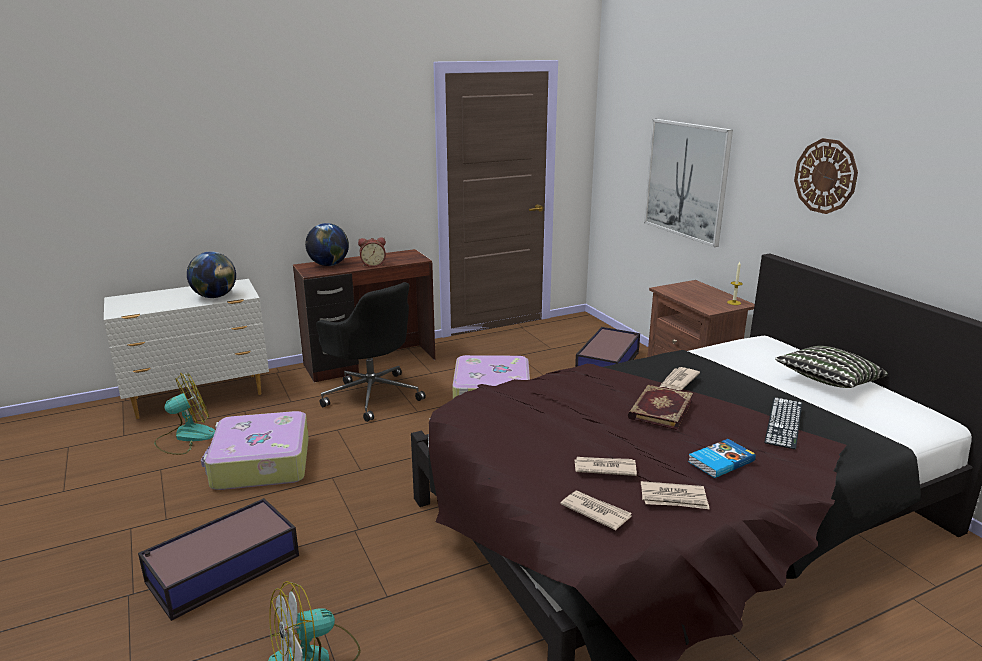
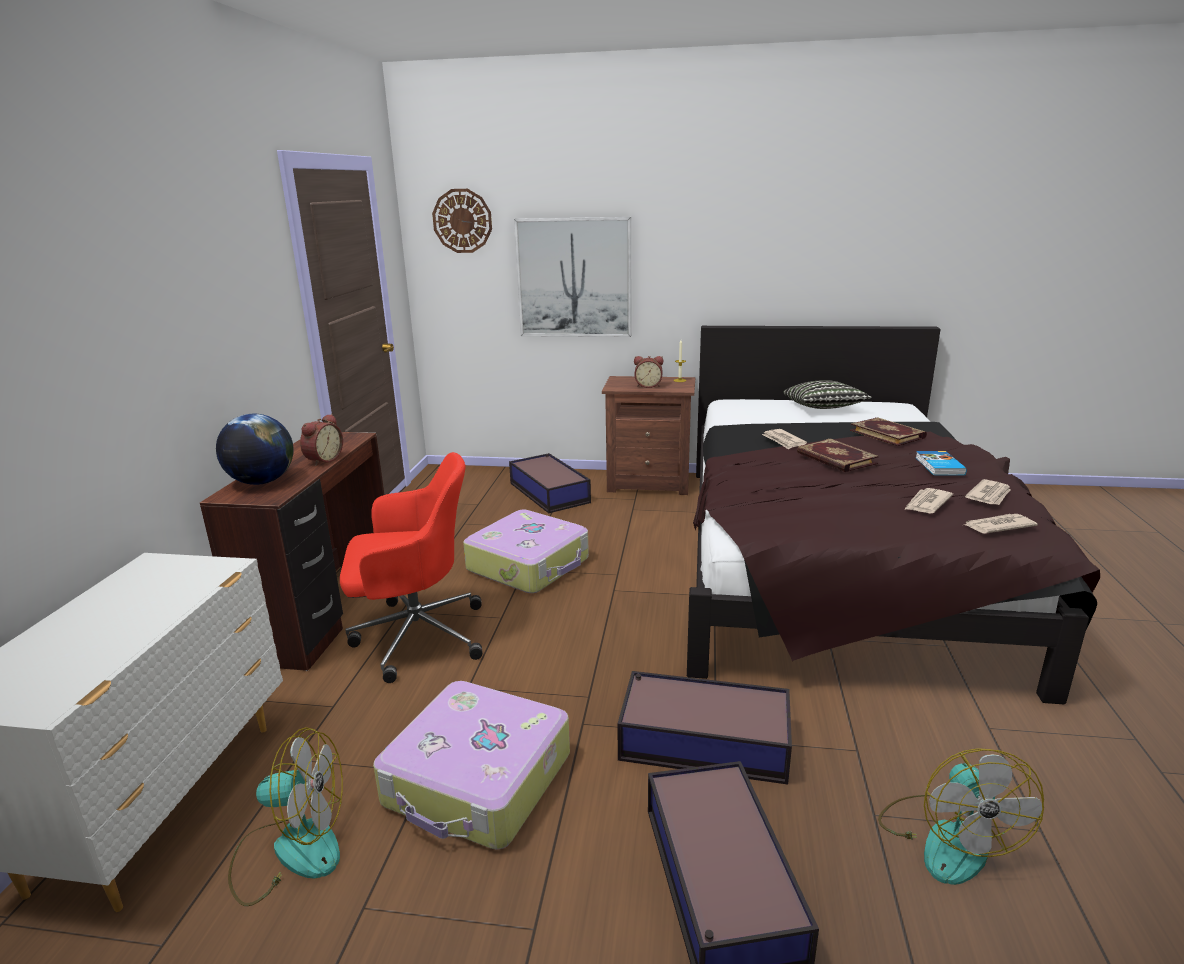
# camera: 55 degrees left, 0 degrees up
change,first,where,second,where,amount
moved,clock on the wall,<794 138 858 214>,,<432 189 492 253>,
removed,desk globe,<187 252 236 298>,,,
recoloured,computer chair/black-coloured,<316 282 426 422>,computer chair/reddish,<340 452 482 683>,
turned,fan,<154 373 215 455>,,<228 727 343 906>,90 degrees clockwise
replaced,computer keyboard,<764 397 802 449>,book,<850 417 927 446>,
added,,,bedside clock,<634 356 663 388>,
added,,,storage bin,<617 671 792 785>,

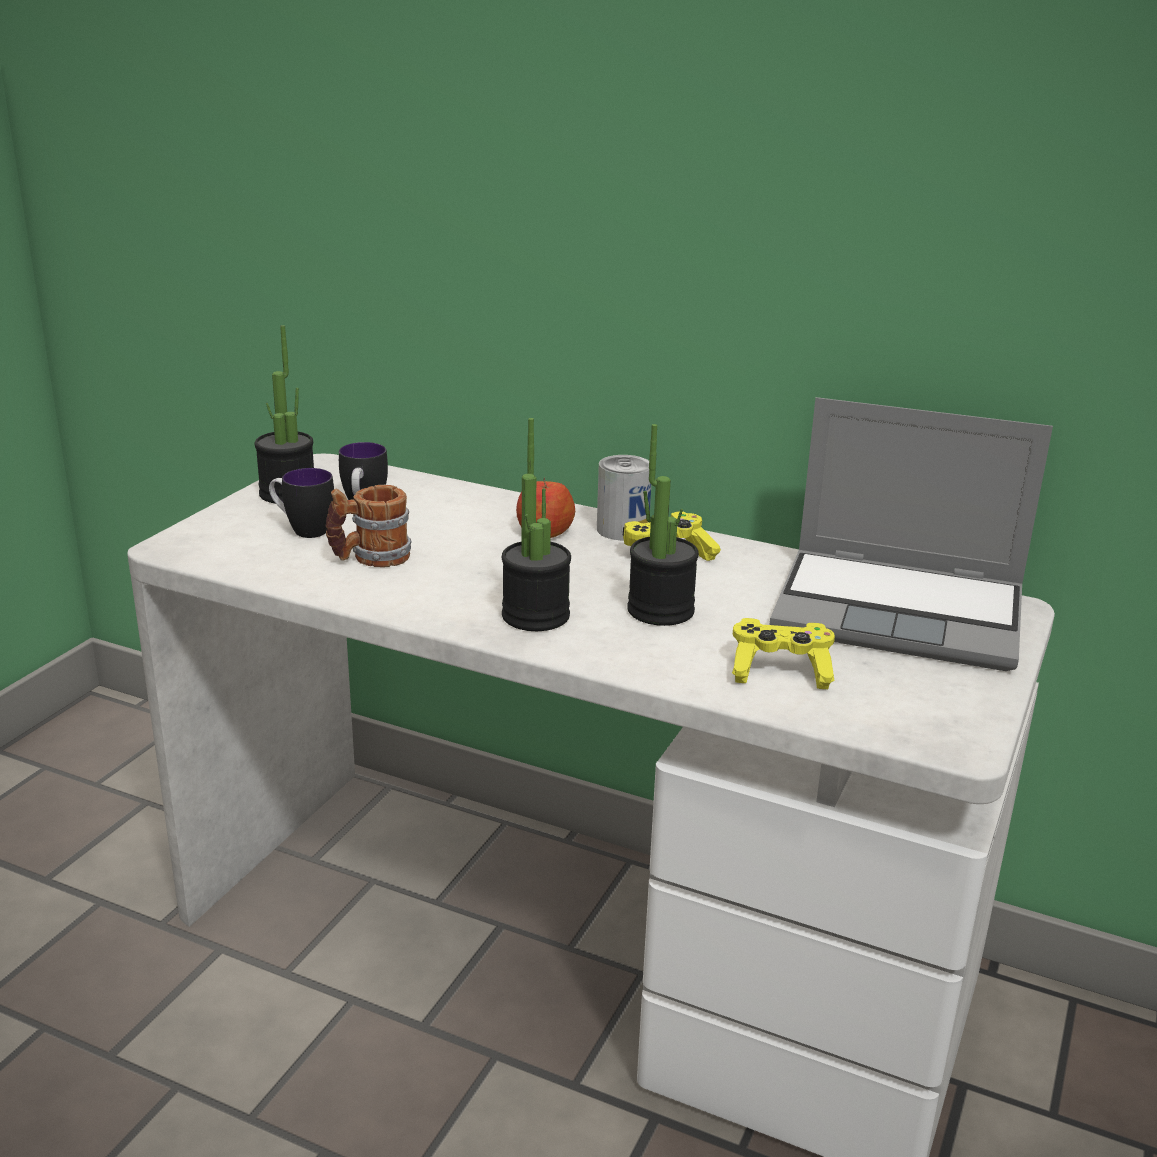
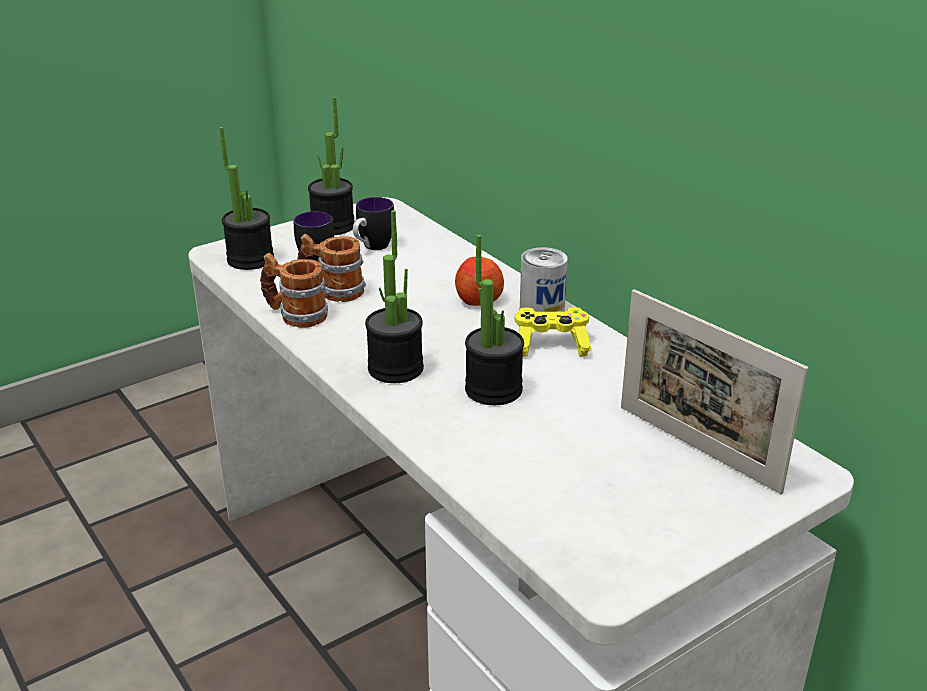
# camera: 30 degrees right, 5 degrees up
change,first,where,second,where,amount
replaced,portable computer,<770 397 1053 671>,photo frame,<621 289 808 494>,
removed,game controller/yellowish,<732 618 835 689>,,,
added,,,houseplant,<219 127 274 270>,
added,,,coffee mug,<260 253 328 328>,

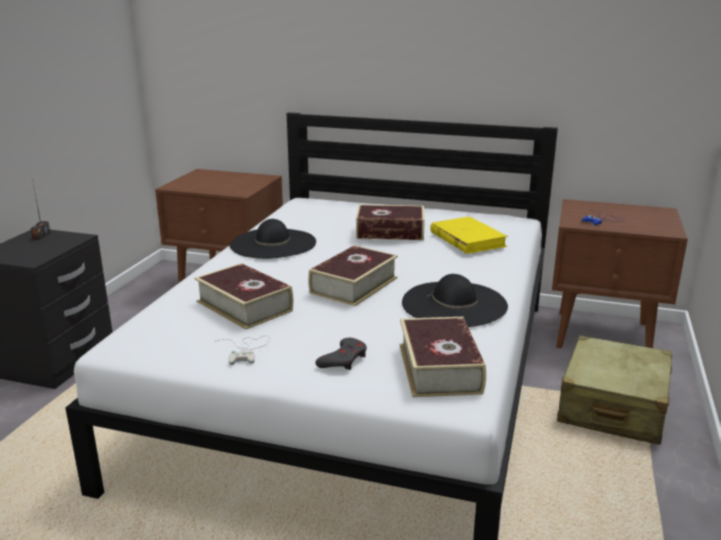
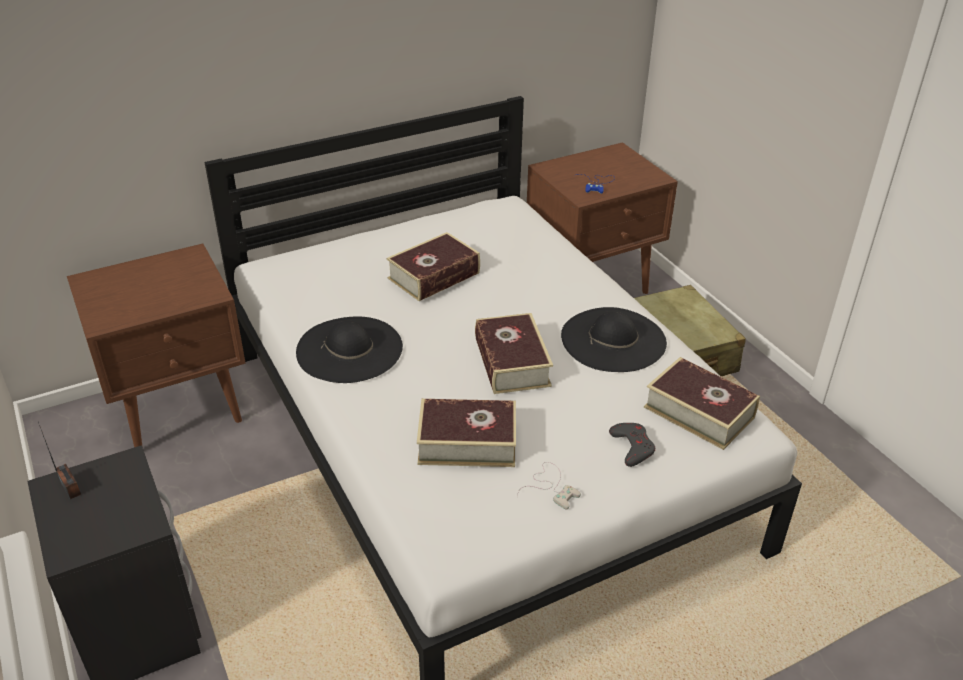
# camera: 45 degrees left, 15 degrees up
change,first,where,second,where,amount
removed,book/yellowish,<430 217 508 254>,,,

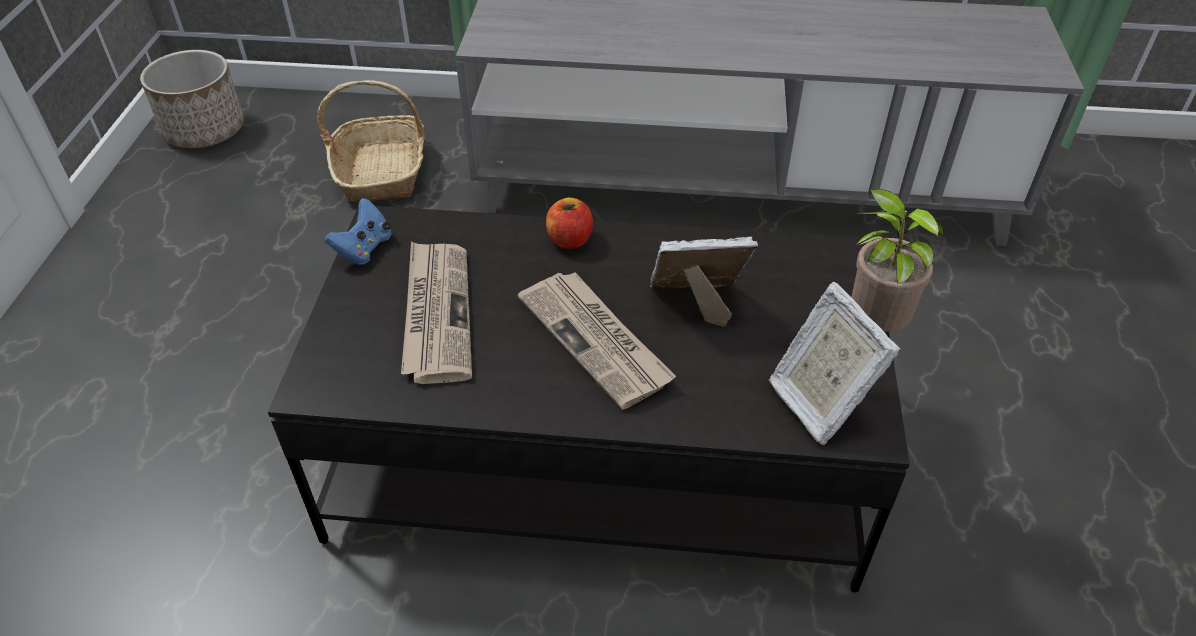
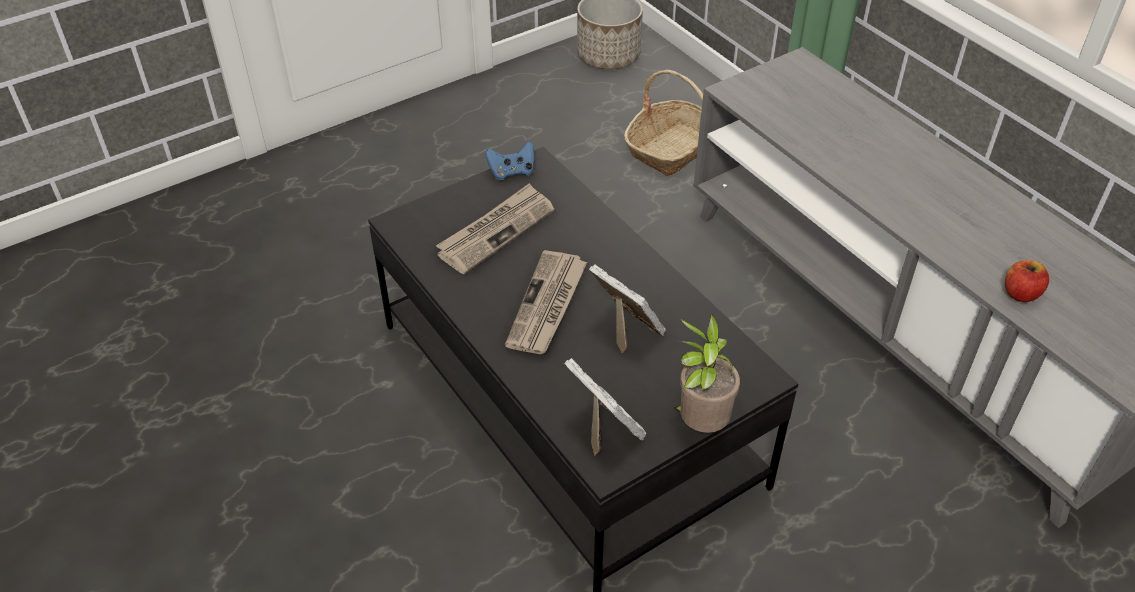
# camera: 50 degrees right, 0 degrees up
change,first,where,second,where,amount
moved,apple,<546 198 593 249>,,<1005 260 1049 302>,
turned,photo frame,<769 282 900 445>,,<564 358 646 456>,120 degrees clockwise

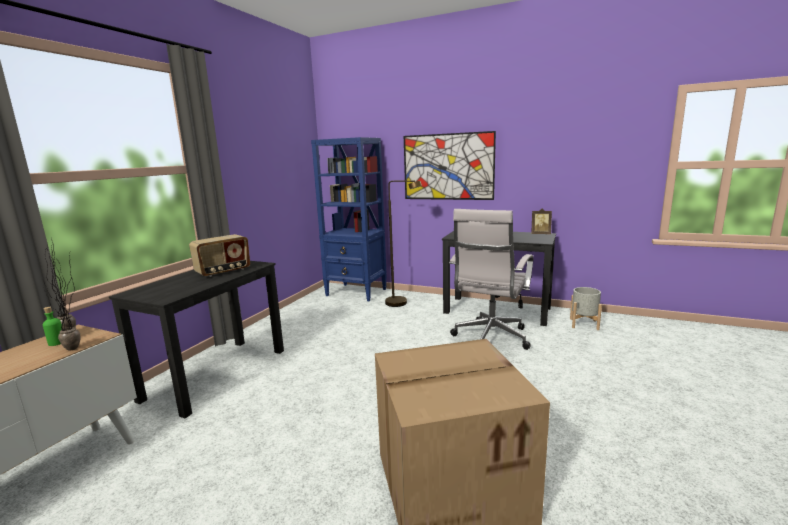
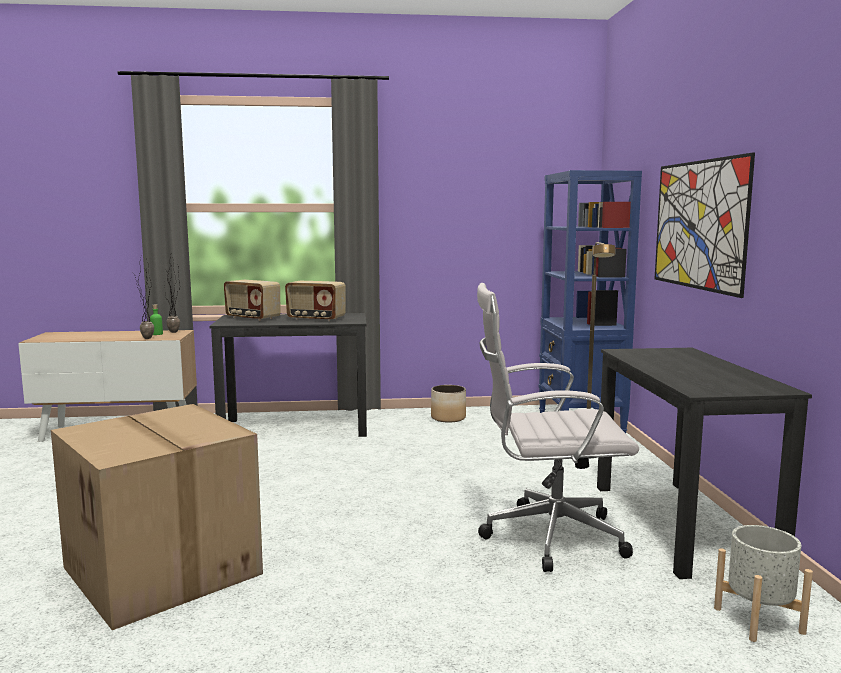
# camera: 60 degrees right, 5 degrees down
change,first,where,second,where,amount
removed,photo frame,<531 209 552 234>,,,
added,,,radio set,<224 280 281 321>,
added,,,plant pot,<431 385 466 422>,

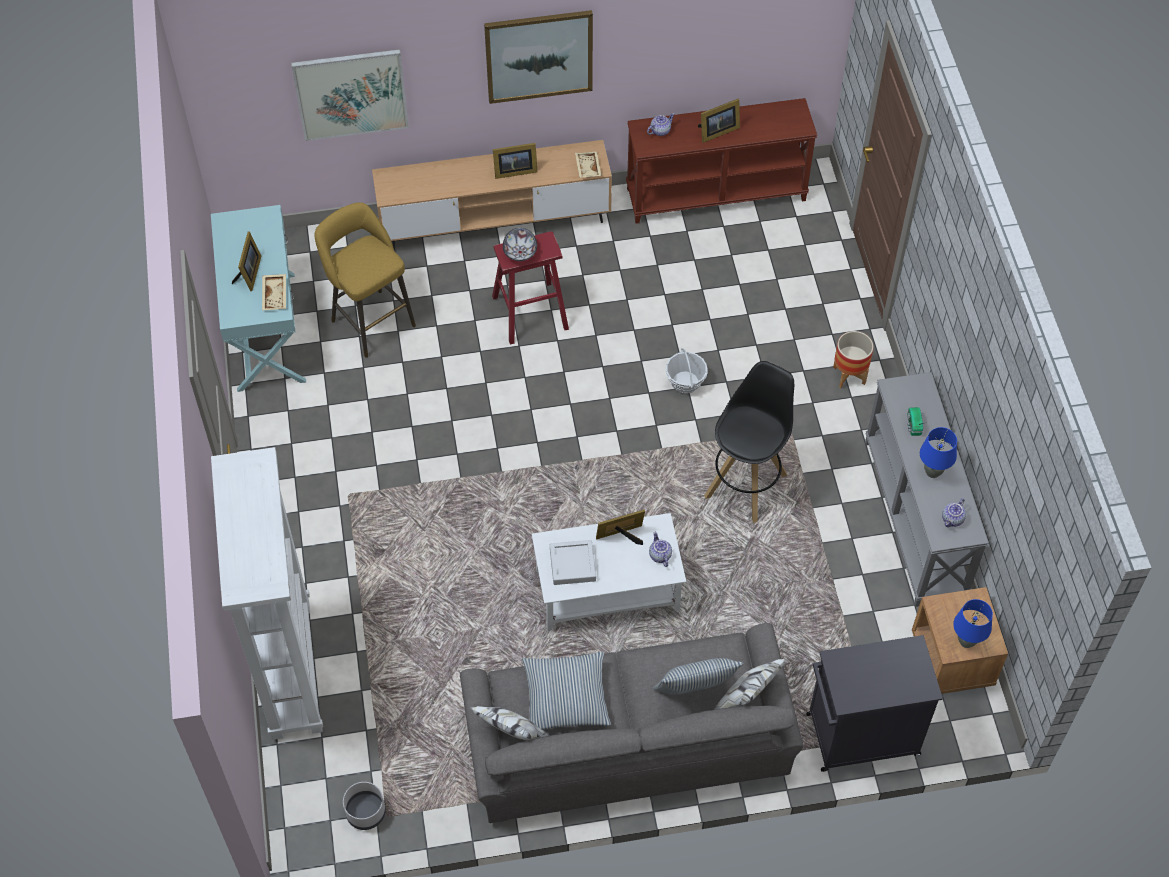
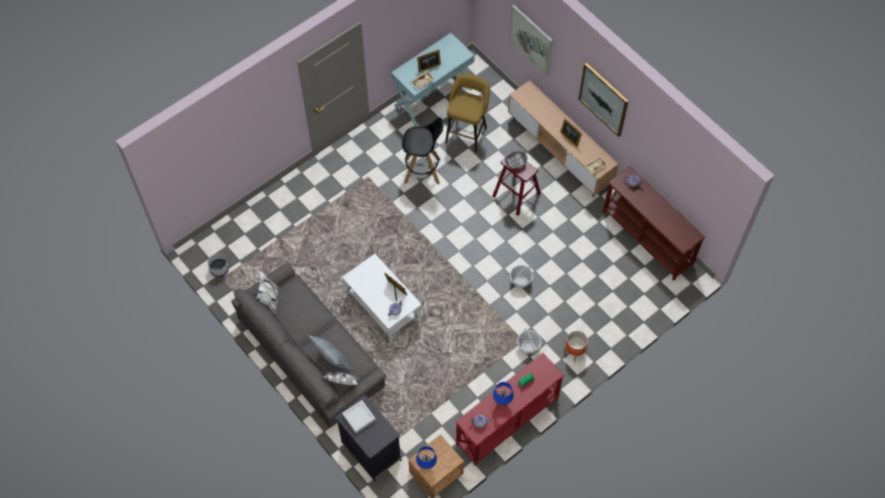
# camera: 60 degrees right, 5 degrees up
change,first,where,second,where,amount
removed,photo frame,<698 98 740 143>,,,
moved,sitting stool/black-coloured,<704 361 794 523>,,<402 117 443 184>,
recoloured,console table/grey,<865 372 989 607>,console table/reddish,<455 353 564 466>,
removed,bookshelf/white-coloured,<211 447 323 740>,,,
moved,carrying tray/grey,<550 540 596 585>,,<342 400 376 433>,
removed,cushion,<522 652 611 730>,,,
added,,,storage basket,<517 329 541 354>,

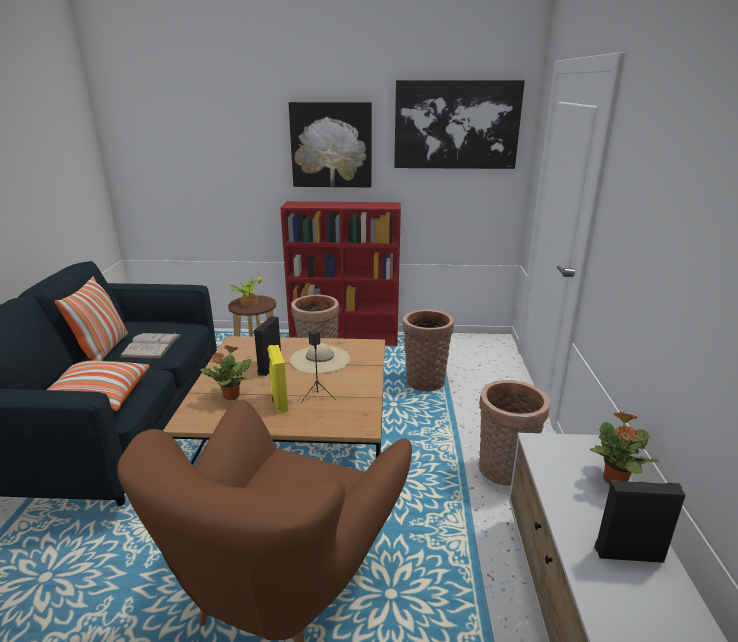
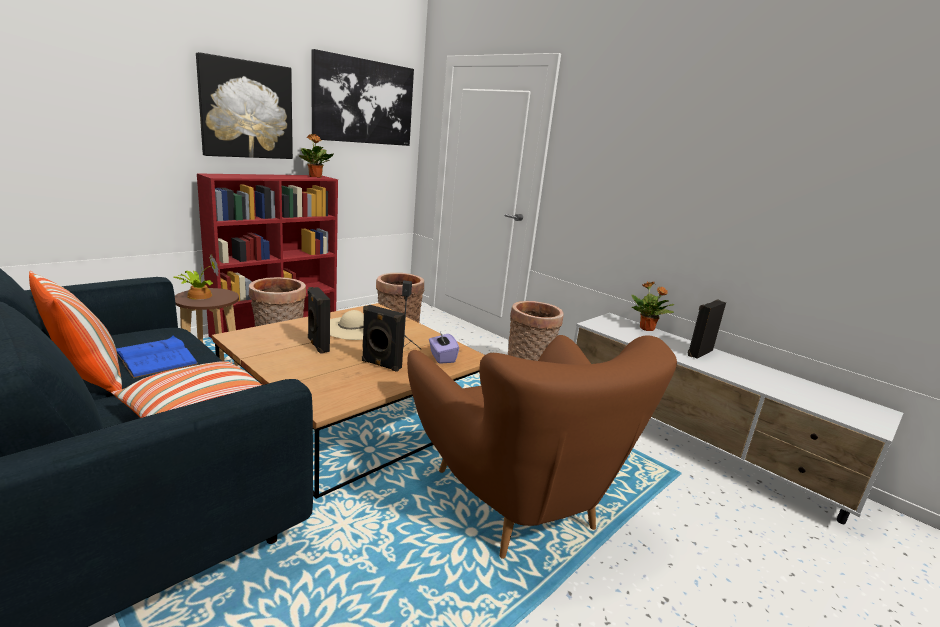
# camera: 50 degrees left, 5 degrees down
change,first,where,second,where,amount
recoloured,book/white-coloured,<120 333 181 359>,book/blue,<116 336 198 378>,
moved,houseplant,<200 344 252 400>,,<299 134 334 178>,
recoloured,audio speaker/yellowish,<267 345 288 414>,audio speaker/black-coloured,<362 305 405 372>,
added,,,tissue holder/purple-coloured,<429 332 459 364>,

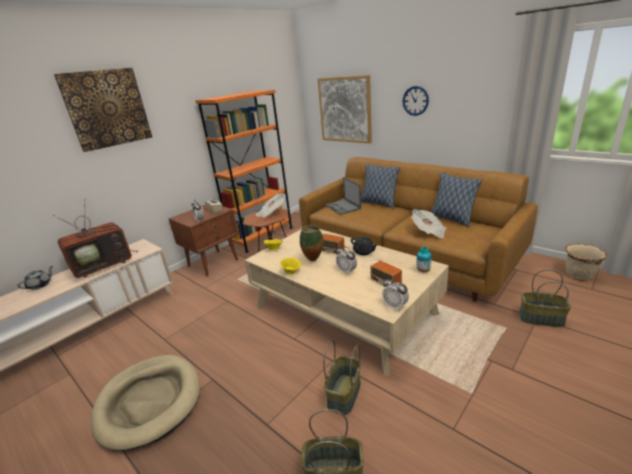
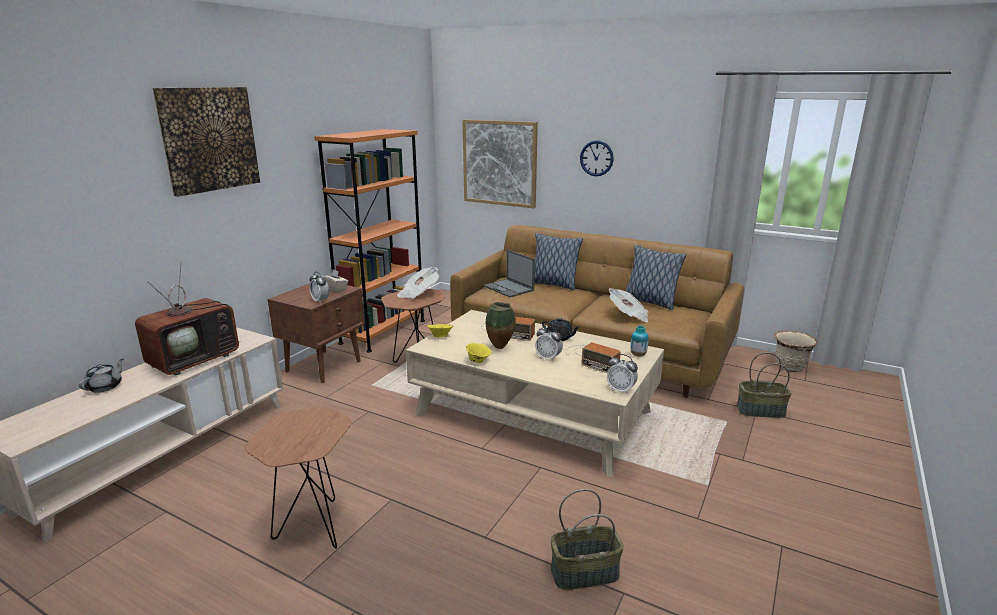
# camera: 15 degrees left, 5 degrees down
change,first,where,second,where,amount
removed,storage basket,<323 339 361 415>,,,
replaced,pet bed/beige-coloured,<91 355 200 451>,side table/brown-coloured,<245 406 351 549>,

